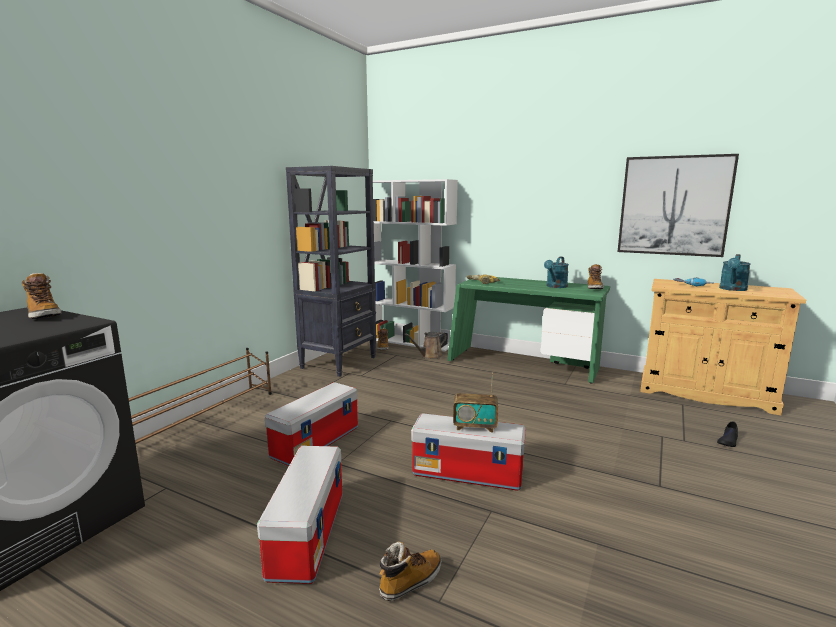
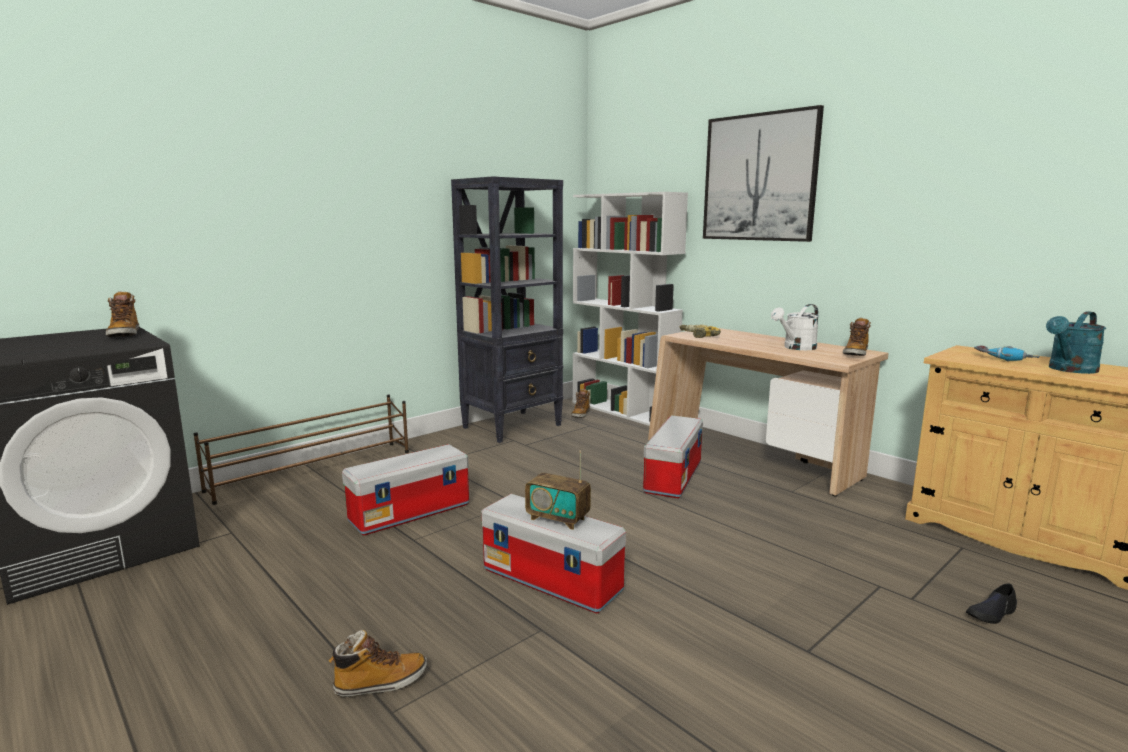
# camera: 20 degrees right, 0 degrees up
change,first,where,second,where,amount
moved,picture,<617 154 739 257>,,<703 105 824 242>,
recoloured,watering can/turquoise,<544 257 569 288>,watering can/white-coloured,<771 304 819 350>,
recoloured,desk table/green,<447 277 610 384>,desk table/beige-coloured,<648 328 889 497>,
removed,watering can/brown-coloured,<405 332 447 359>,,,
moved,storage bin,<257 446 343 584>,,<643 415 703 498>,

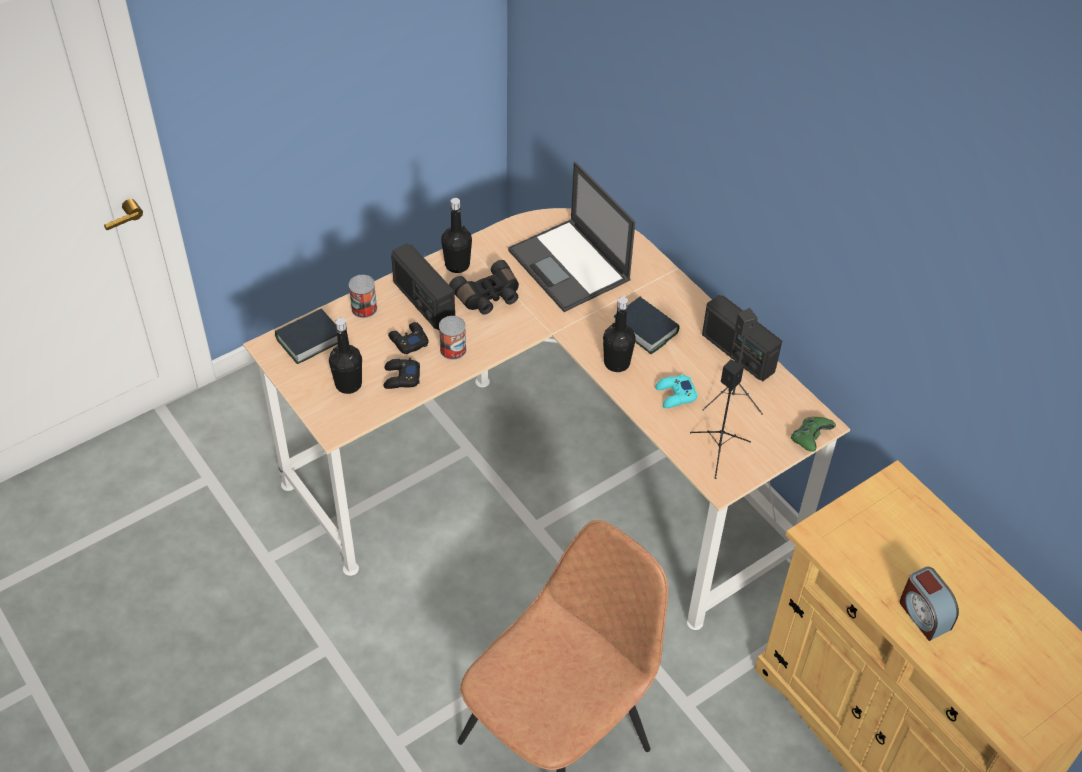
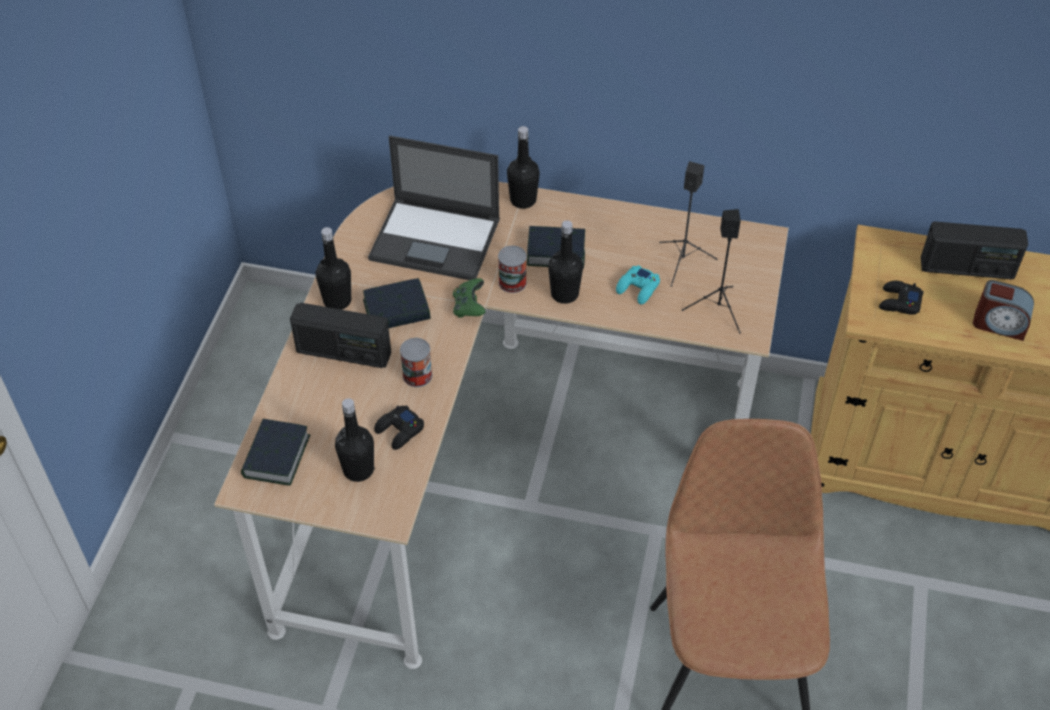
# camera: 40 degrees left, 0 degrees up
change,first,where,second,where,amount
replaced,binoculars/black-coloured,<449 260 519 315>,book,<363 278 430 328>,
moved,sealed can,<349 275 377 318>,,<498 245 527 293>,
moved,radio set,<702 295 782 381>,,<921 221 1028 280>,
moved,game controller/black-coloured,<388 322 429 354>,,<879 281 924 315>,
moved,game controller/green,<791 417 836 452>,,<453 278 486 318>,
added,,,bottle/black-coloured,<507 126 540 209>,

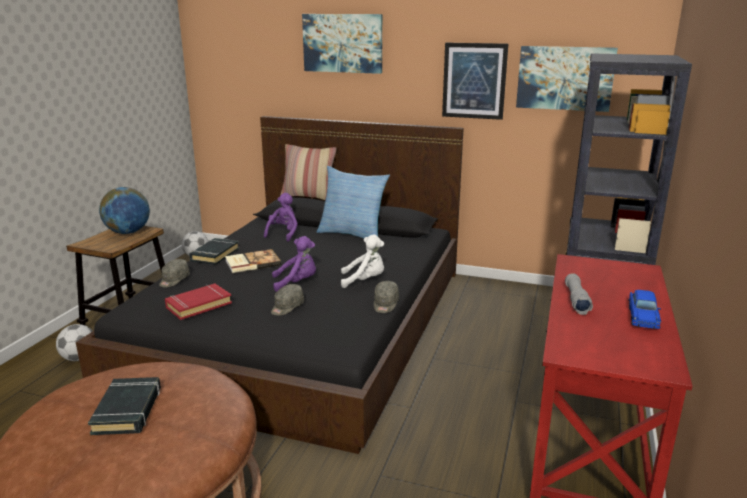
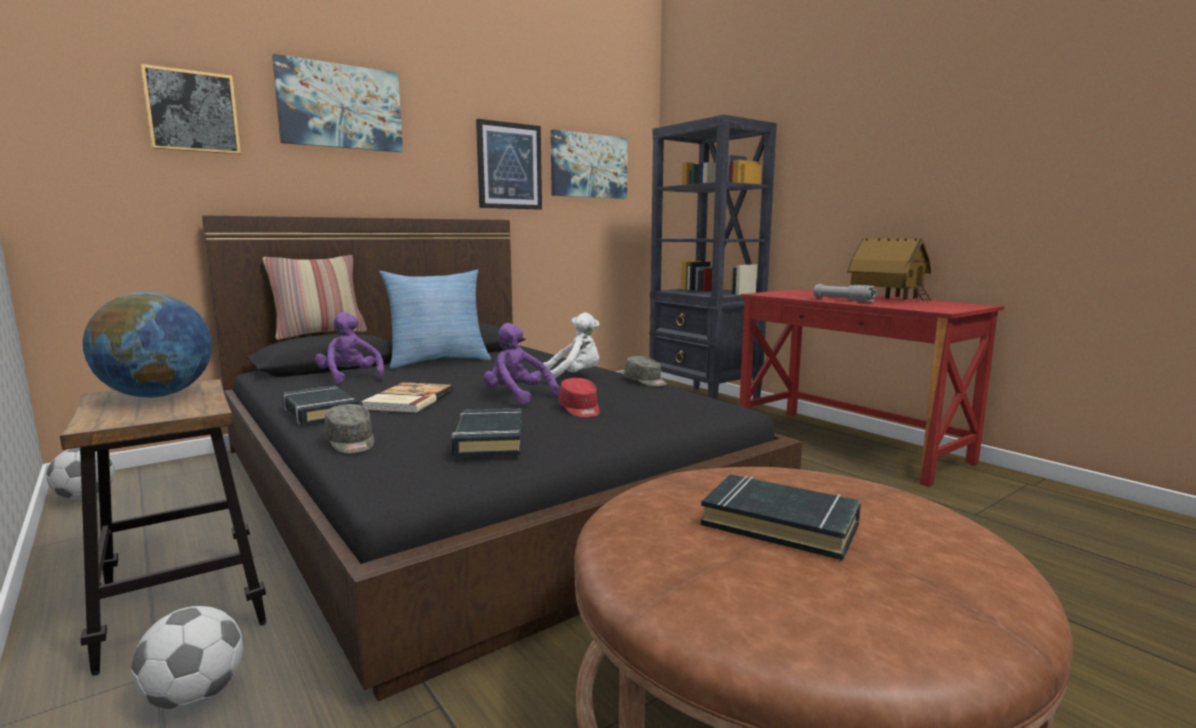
# camera: 55 degrees left, 10 degrees down
change,first,where,second,where,amount
turned,cuddly toy/white-coloured,<341 235 384 288>,,<543 312 599 382>,45 degrees clockwise
turned,cuddly toy/purple-coloured,<272 236 316 292>,,<483 323 560 405>,75 degrees counterclockwise
recoloured,book/reddish,<165 284 232 320>,book/black-coloured,<451 408 522 457>,
recoloured,cap/grey,<271 284 304 316>,cap/reddish,<559 378 600 418>,
replaced,model car/blue,<628 290 661 329>,model house,<847 238 932 302>,
added,,,picture,<141 64 241 154>,

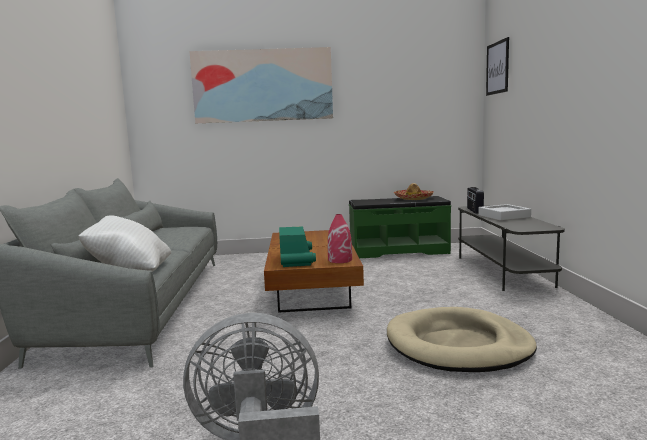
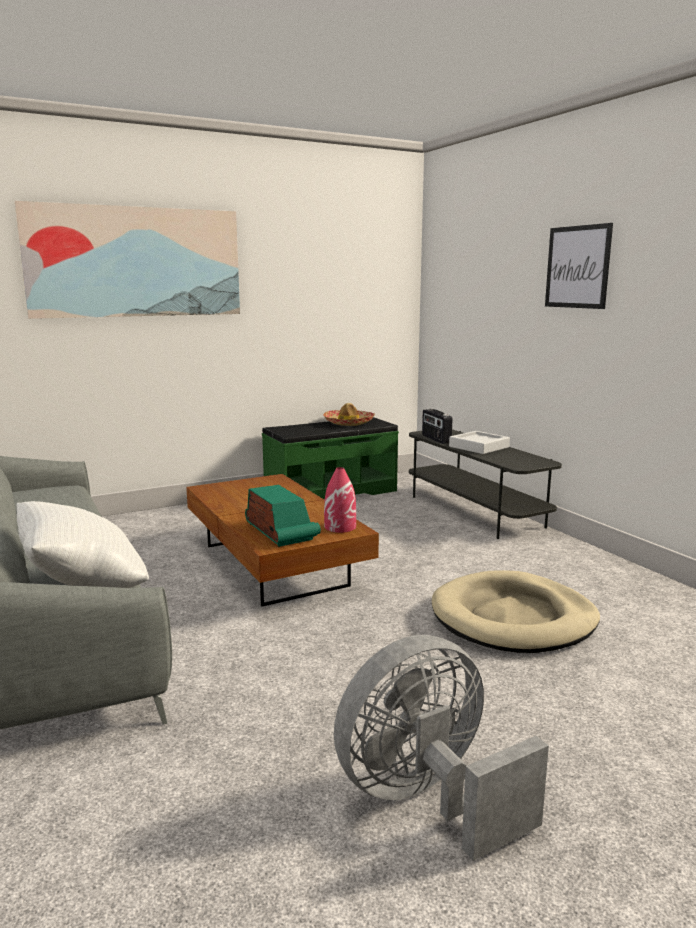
# camera: 25 degrees left, 5 degrees up
change,first,where,second,where,amount
moved,picture,<486 37 509 96>,,<545 223 613 309>,

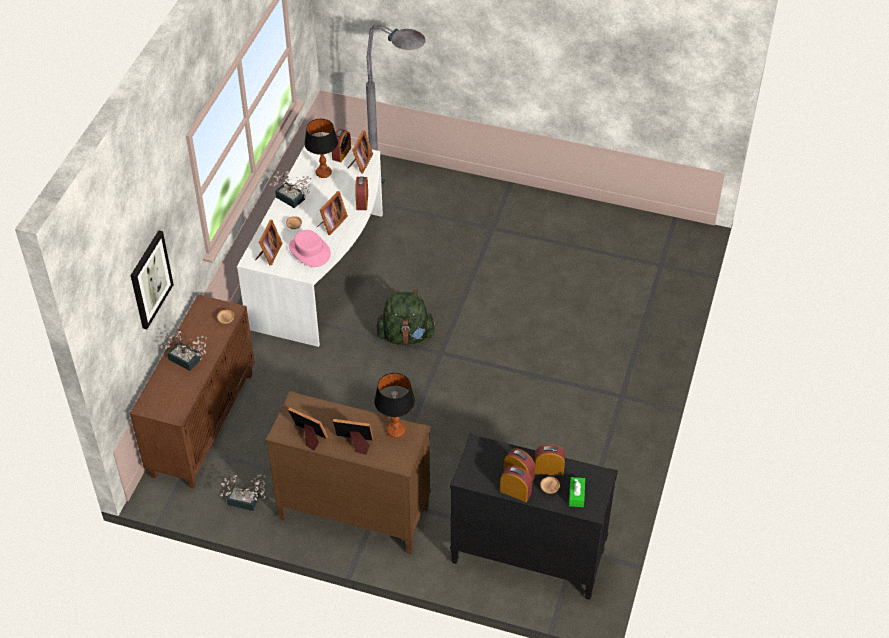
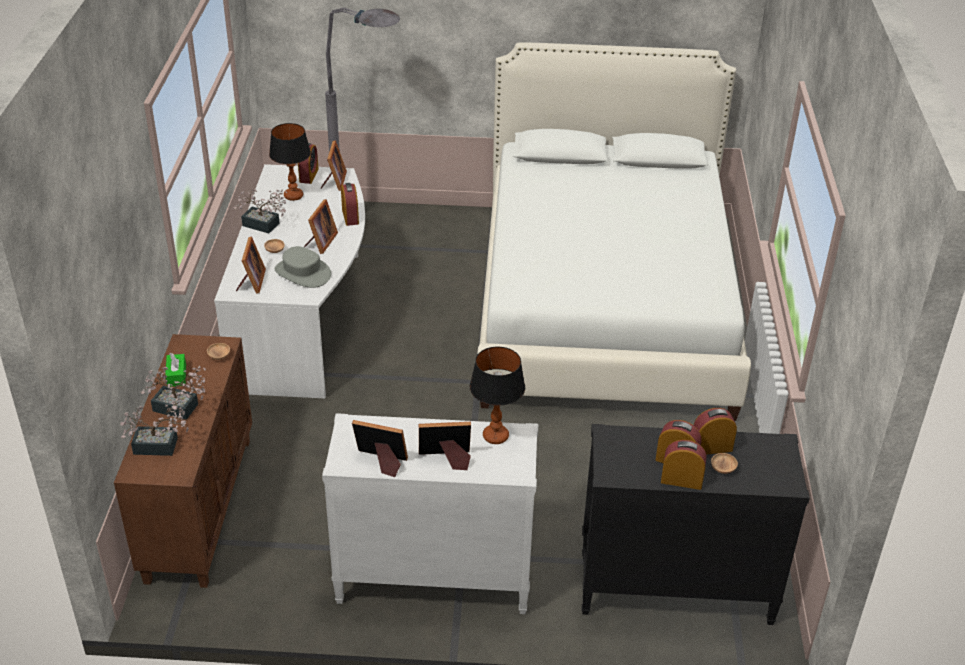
# camera: 15 degrees left, 10 degrees down
change,first,where,second,where,amount
removed,picture,<131 230 174 329>,,,
recoloured,wearable hat/pink,<289 230 331 267>,wearable hat/grey,<275 246 331 288>,
removed,backpack/green,<376 290 436 345>,,,
recoloured,chest of drawers/brown-coloured,<265 391 431 554>,chest of drawers/white-coloured,<322 413 538 614>,
moved,houseplant,<220 474 266 511>,,<120 398 189 456>,
moved,tissue holder/green,<569 477 585 507>,,<165 353 186 387>,
added,,,sleeping bed/white-coloured,<477 42 751 421>,

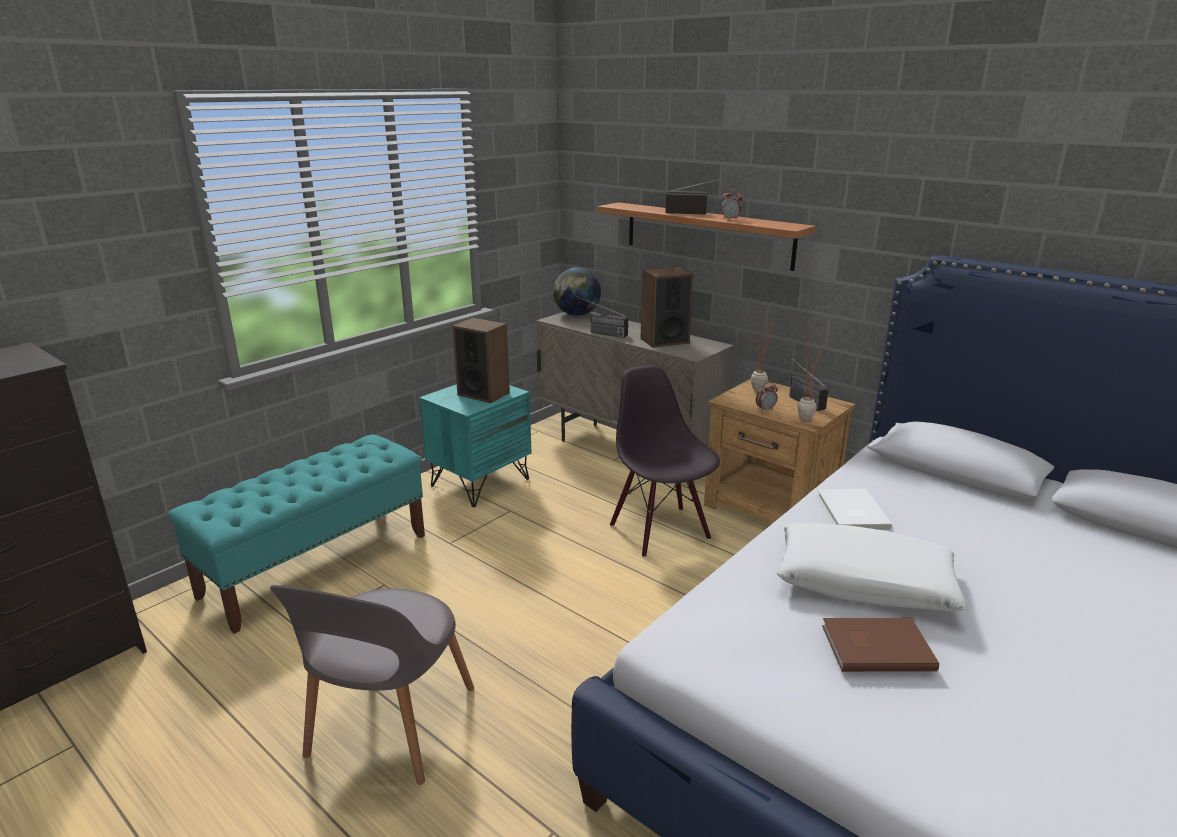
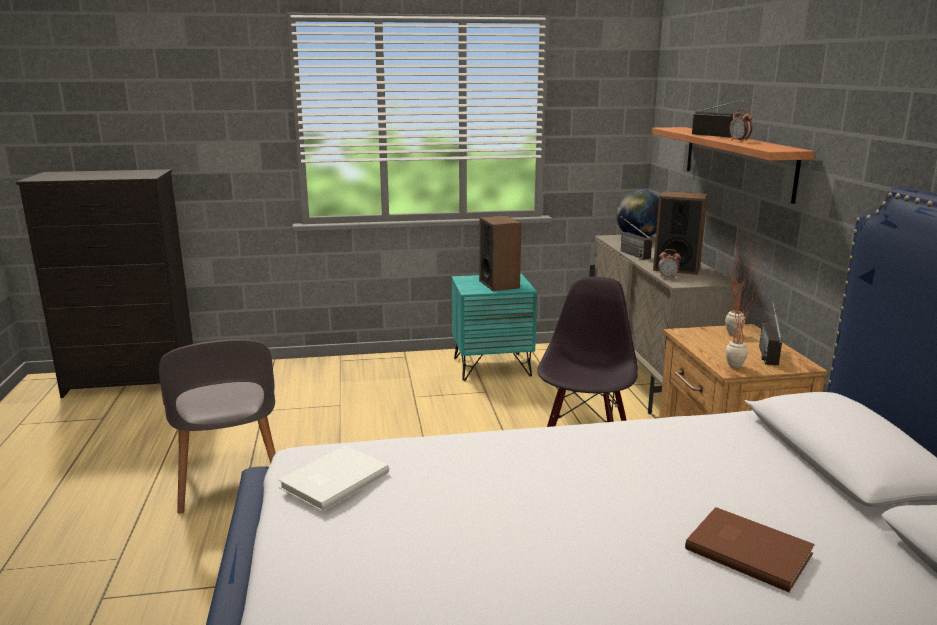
# camera: 40 degrees right, 5 degrees down
change,first,where,second,where,amount
moved,bedside clock,<756 382 778 412>,,<658 249 681 278>,
removed,indoor bench/turquoise,<168 434 425 634>,,,
moved,book/white-coloured,<817 489 892 531>,,<278 445 389 512>,
removed,cushion/white-coloured,<777 523 967 612>,,,
turned,chair/grey,<270 585 474 785>,,<159 339 276 514>,75 degrees counterclockwise
moved,book/brown-coloured,<822 618 939 672>,,<685 507 815 592>,

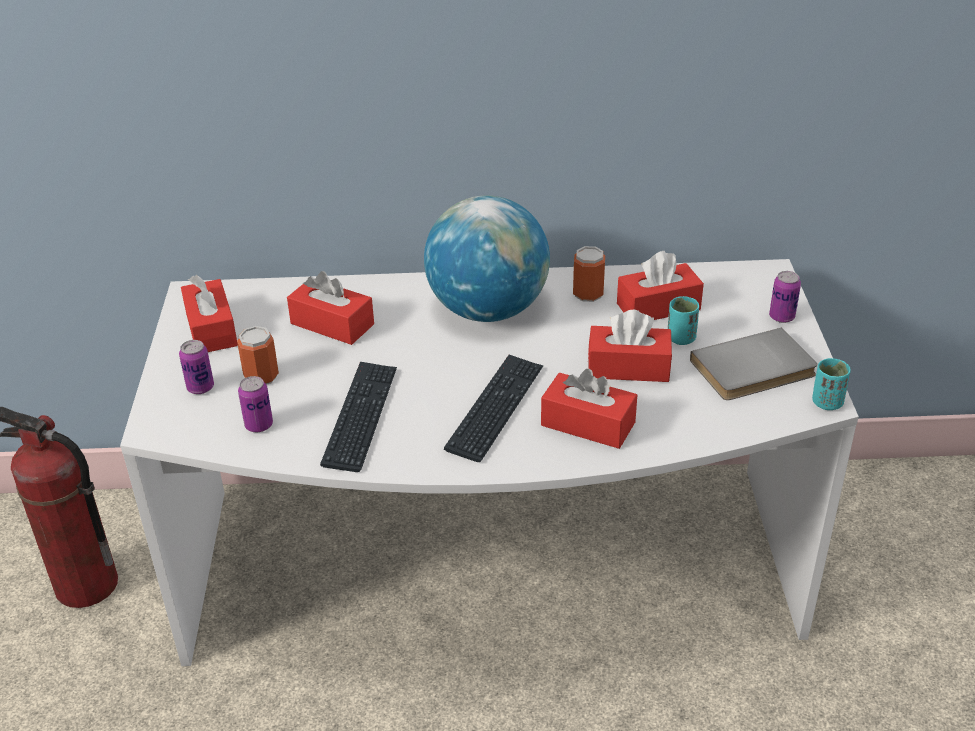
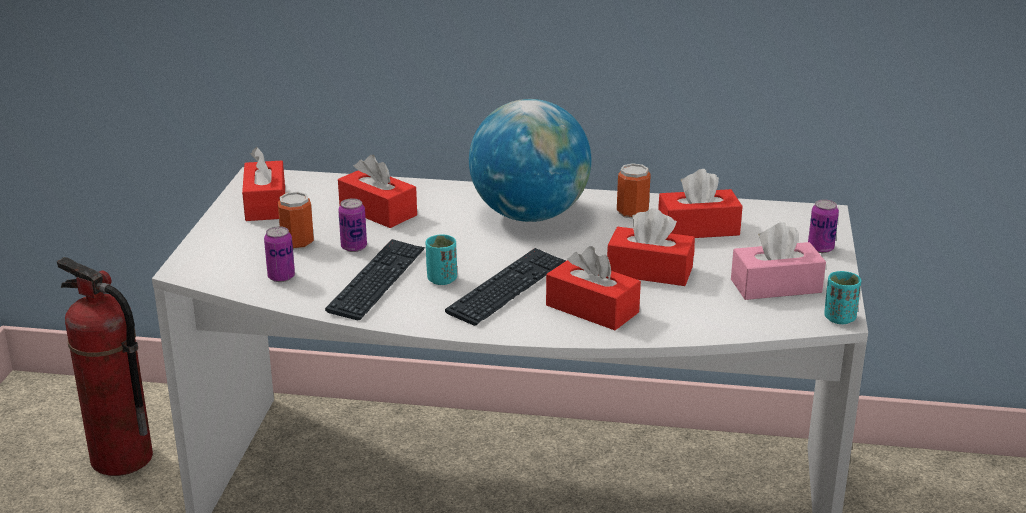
# camera: 10 degrees right, 10 degrees down
change,first,where,second,where,amount
moved,drinking cup/turquoise,<668 296 699 345>,,<425 234 457 285>,
replaced,book/grey,<690 328 818 400>,tissue holder/pink,<731 222 826 300>,
moved,sealed can,<179 340 214 394>,,<338 198 367 252>,

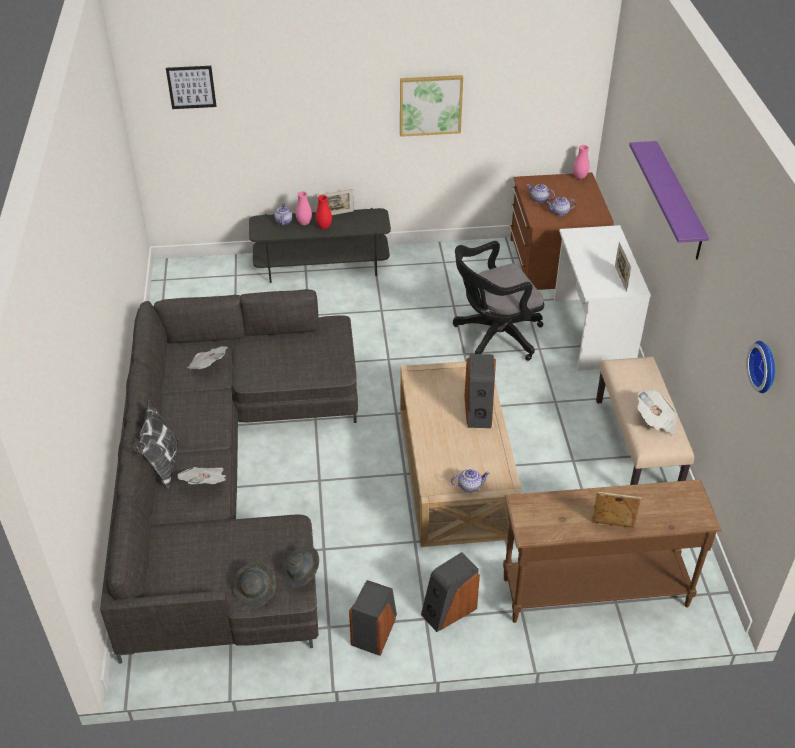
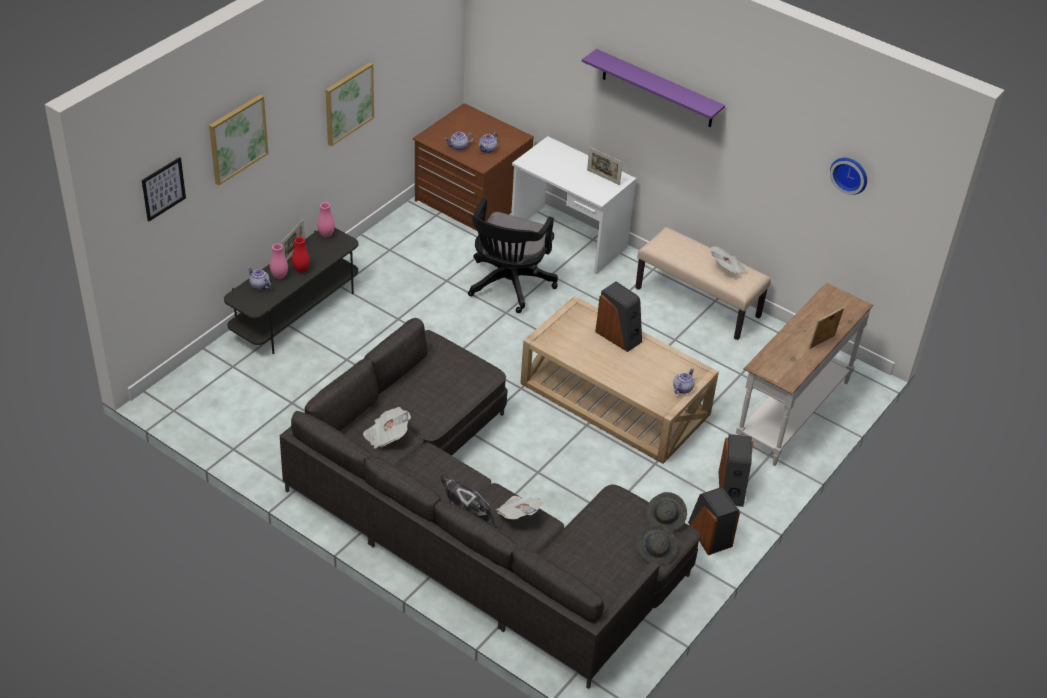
# camera: 50 degrees left, 0 degrees up
change,first,where,second,where,amount
moved,flower vase/pink,<573 145 590 179>,,<317 202 335 237>,
recoloured,console table/brown-coloured,<503 479 722 623>,console table/white-coloured,<736 283 873 466>,
added,,,picture,<209 95 268 185>,

